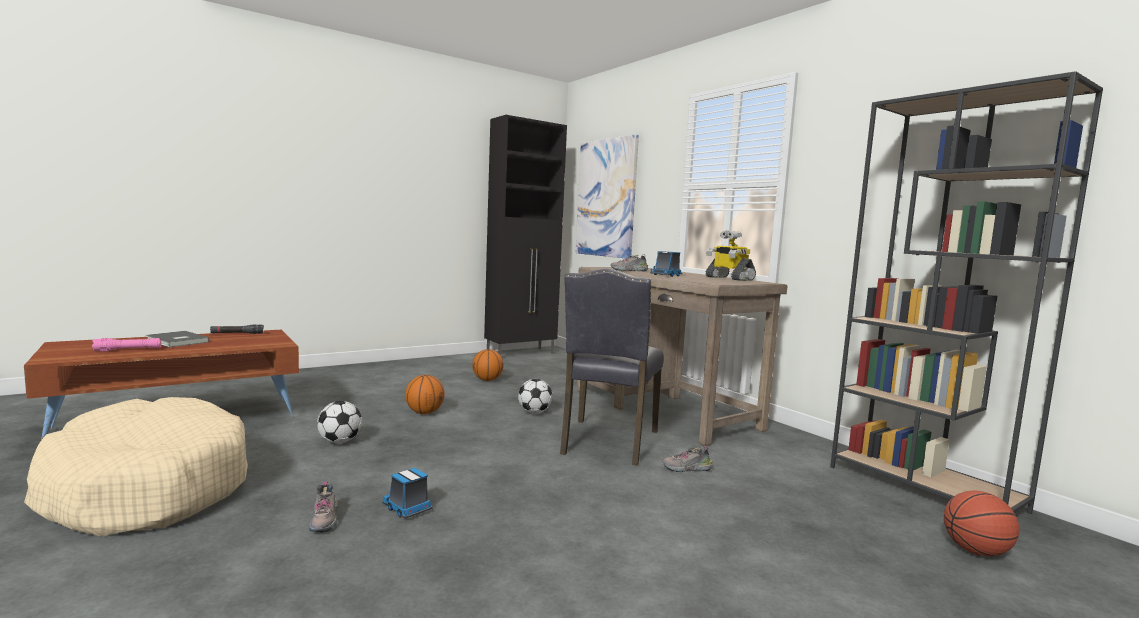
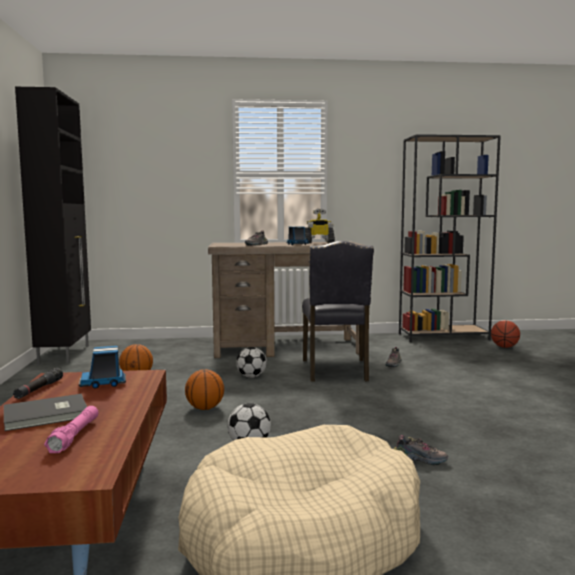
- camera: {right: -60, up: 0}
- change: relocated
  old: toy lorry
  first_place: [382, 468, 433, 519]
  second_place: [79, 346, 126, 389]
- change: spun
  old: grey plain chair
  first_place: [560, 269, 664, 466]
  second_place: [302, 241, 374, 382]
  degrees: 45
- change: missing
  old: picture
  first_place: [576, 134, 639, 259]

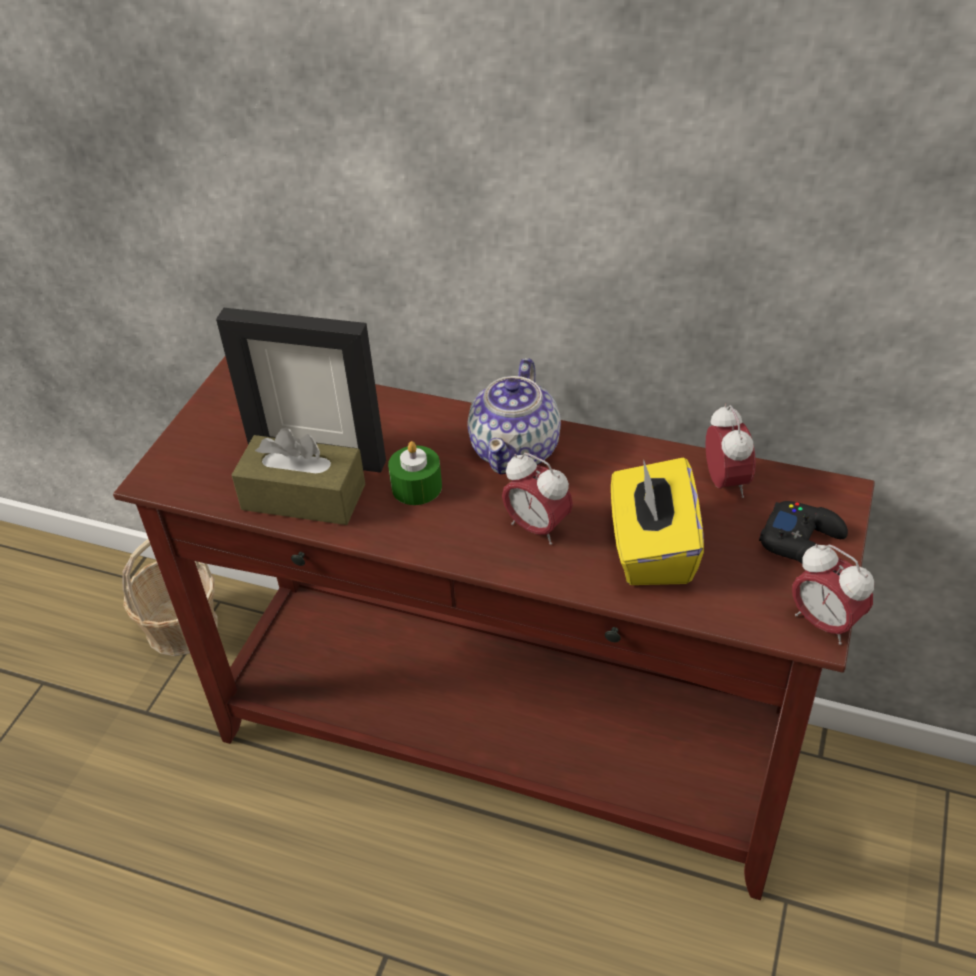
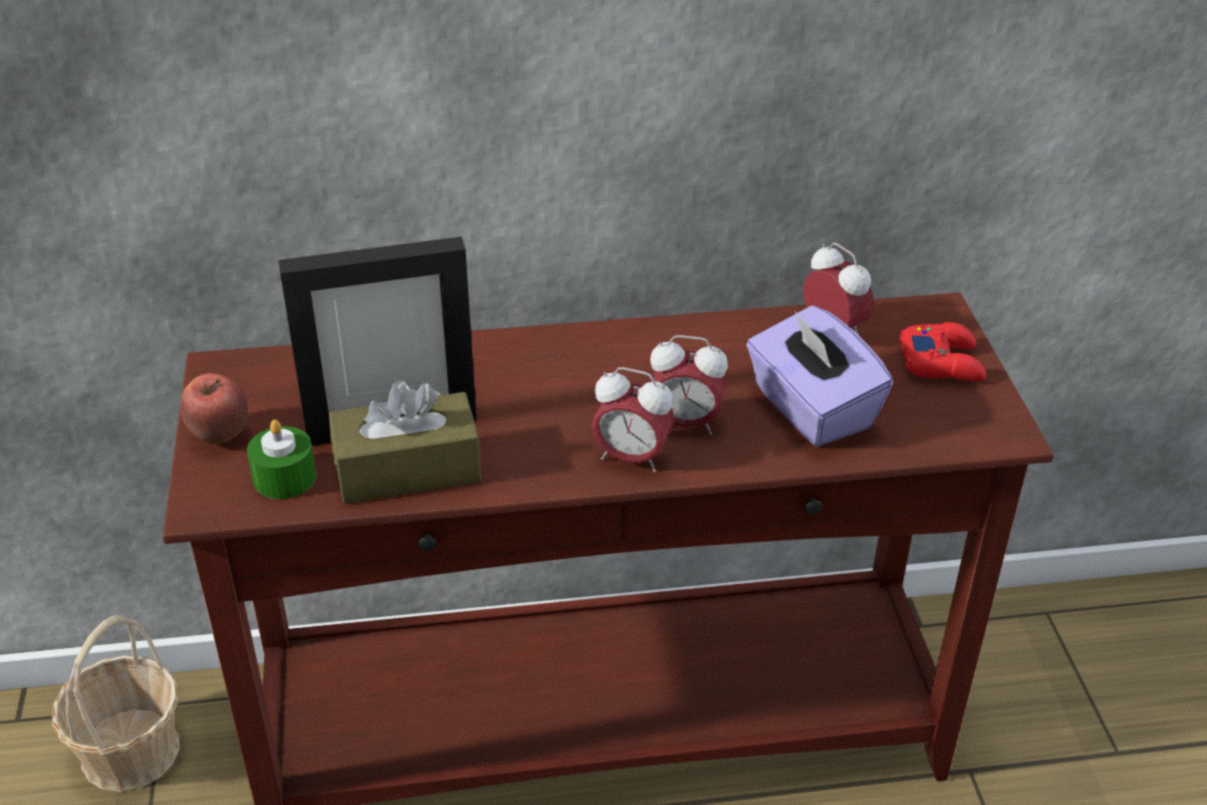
- camera: {right: -30, up: -5}
- change: appeared
  new: whole apple
  second_place: [180, 373, 248, 444]
- change: relocated
  old: green-coloured candle
  first_place: [388, 441, 442, 505]
  second_place: [247, 419, 316, 499]
- change: relocated
  old: alarm clock
  first_place: [792, 544, 874, 645]
  second_place: [592, 367, 674, 472]
- change: colour
  old: yellow tissue holder
  new: purple tissue holder
  first_place: [611, 457, 704, 585]
  second_place: [746, 306, 893, 447]
- change: colour
  old: black-coloured joypad
  new: red joypad
  first_place: [759, 501, 848, 564]
  second_place: [899, 322, 986, 382]
- change: missing
  old: tea pot
  first_place: [468, 358, 561, 474]

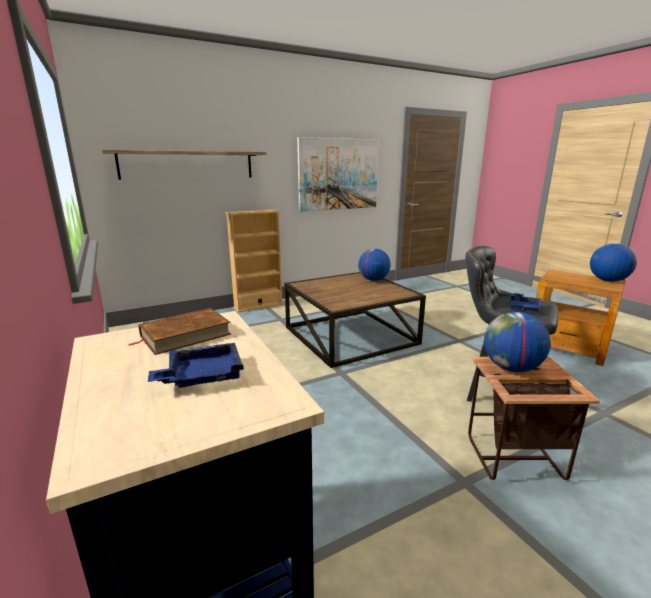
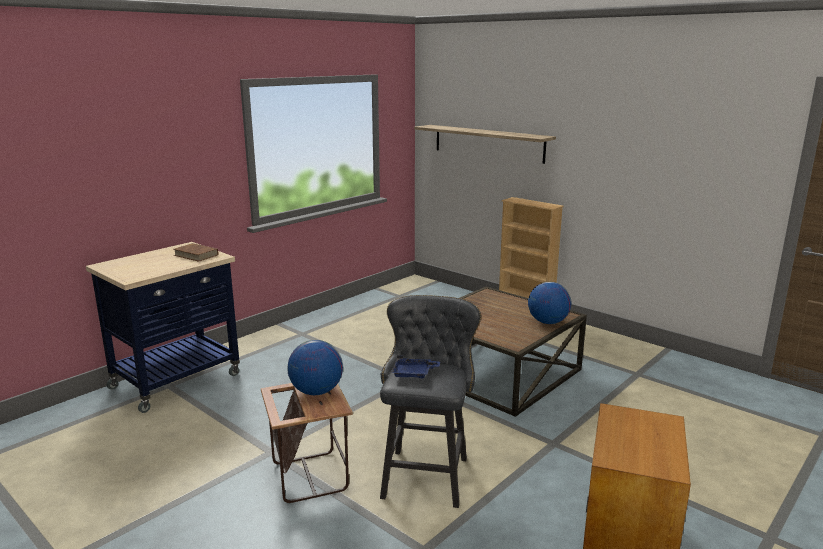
- camera: {right: 70, up: 0}
- change: missing
  old: bluish serving tray
  first_place: [148, 343, 244, 388]
- change: missing
  old: picture
  first_place: [297, 137, 379, 212]
- change: missing
  old: desk globe
  first_place: [590, 243, 637, 282]

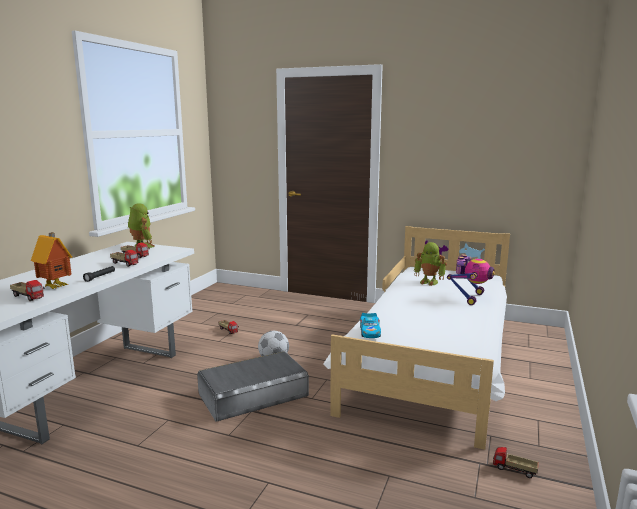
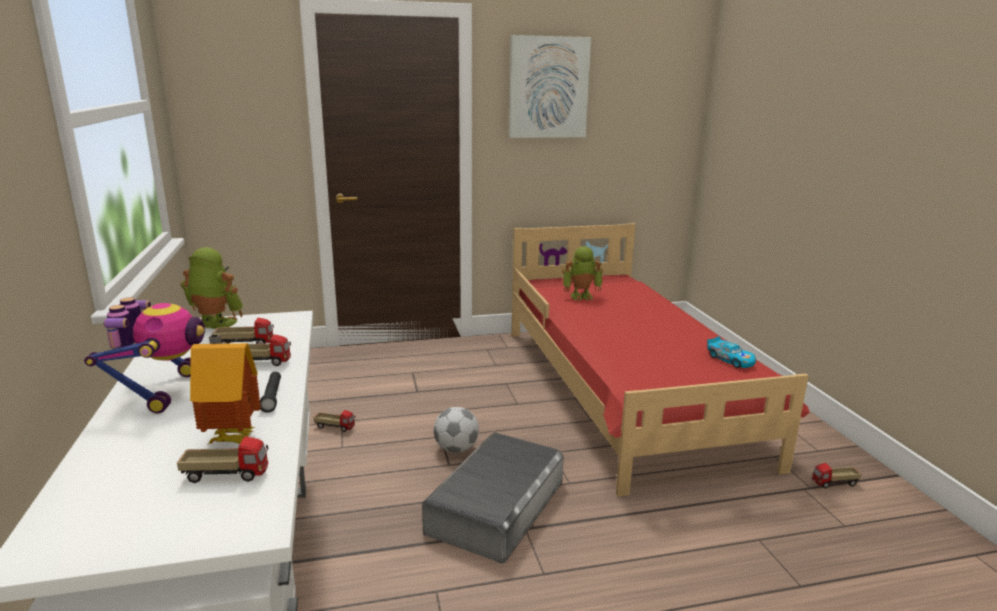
- camera: {right: -35, up: 5}
- change: relocated
  old: toy robot
  first_place: [447, 254, 495, 305]
  second_place: [84, 297, 205, 414]
- change: appeared
  new: picture
  second_place: [509, 35, 591, 138]
- change: colour
  old: whitish sleeping bed
  new: red sleeping bed
  first_place: [323, 226, 510, 450]
  second_place: [511, 223, 810, 497]
- change: relocated
  old: model car
  first_place: [360, 313, 381, 338]
  second_place: [707, 336, 756, 368]

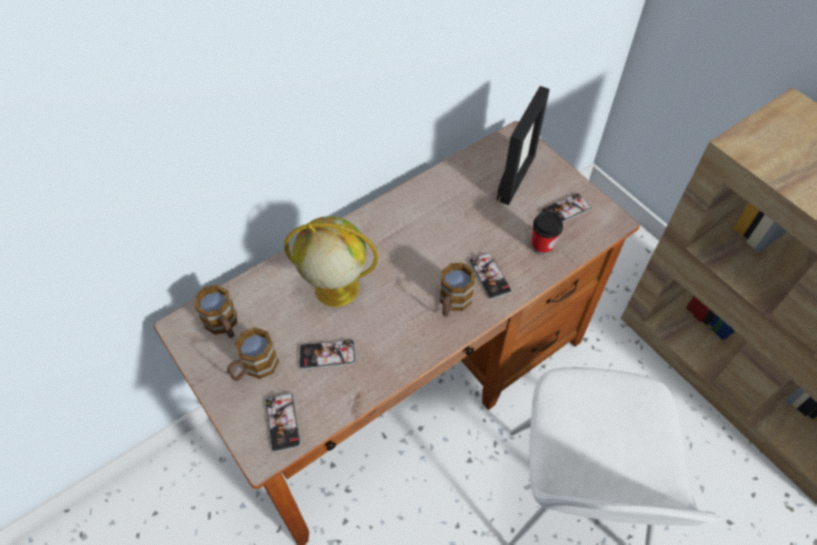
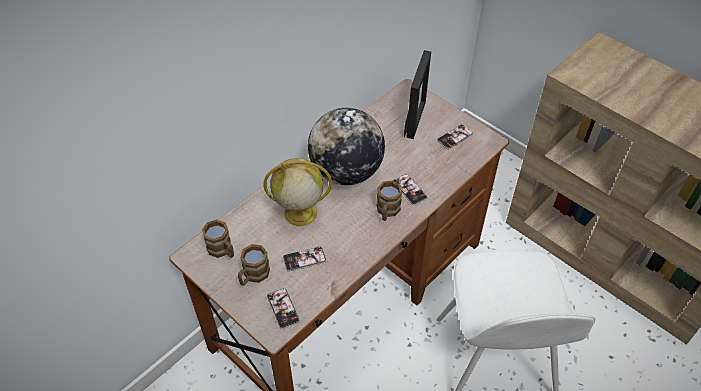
- camera: {right: -10, up: -5}
- change: appeared
  new: desk globe
  second_place: [308, 108, 385, 185]
- change: missing
  old: drinking cup
  first_place: [531, 211, 563, 255]

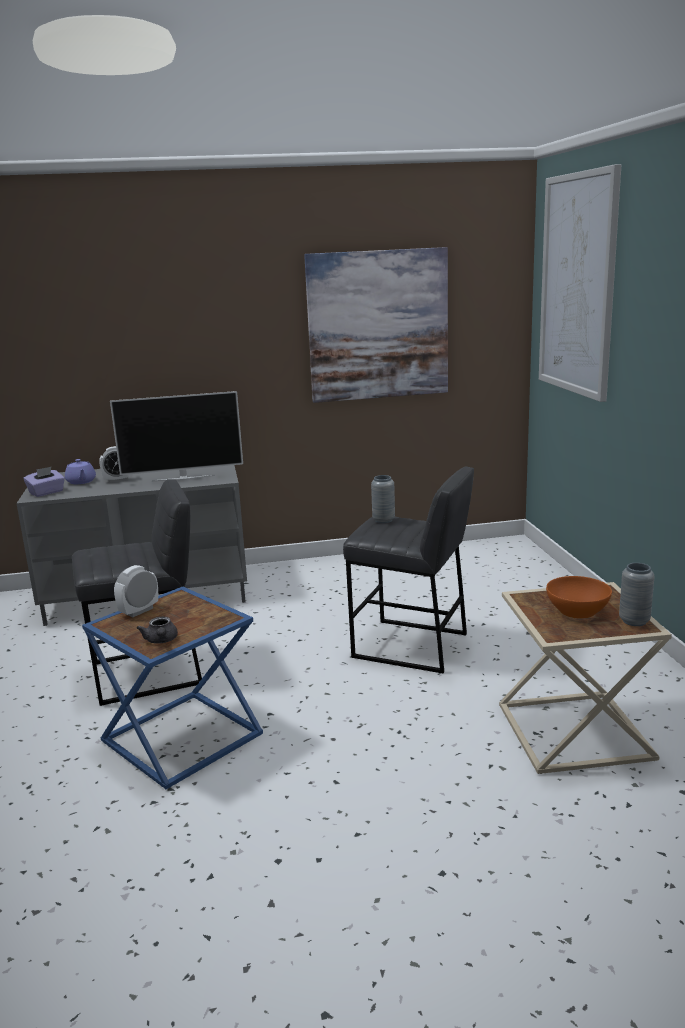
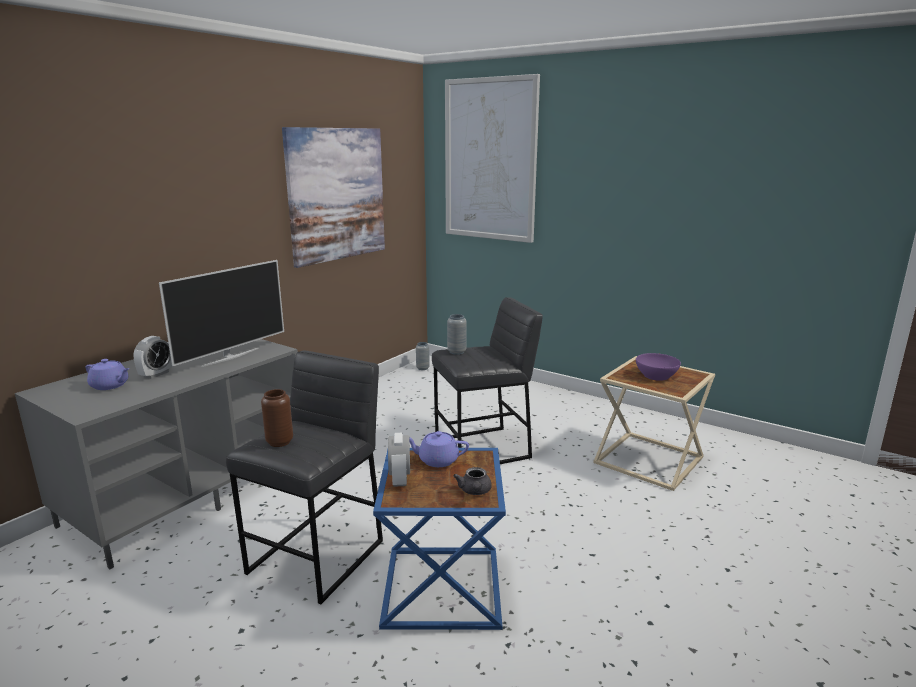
- camera: {right: -45, up: 0}
- change: appeared
  new: brown flower vase
  second_place: [261, 389, 293, 447]
- change: appeared
  new: purple tea pot
  second_place: [409, 431, 469, 467]
- change: relocated
  old: grey flower vase
  first_place: [619, 563, 654, 626]
  second_place: [416, 342, 430, 370]
- change: spun
  old: grey tea pot
  first_place: [137, 617, 178, 644]
  second_place: [453, 467, 492, 495]
  degrees: 60
- change: colour
  old: orange bowl
  new: purple bowl
  first_place: [546, 576, 612, 619]
  second_place: [636, 353, 681, 381]
- change: missing
  old: purple tissue holder
  first_place: [24, 467, 65, 497]

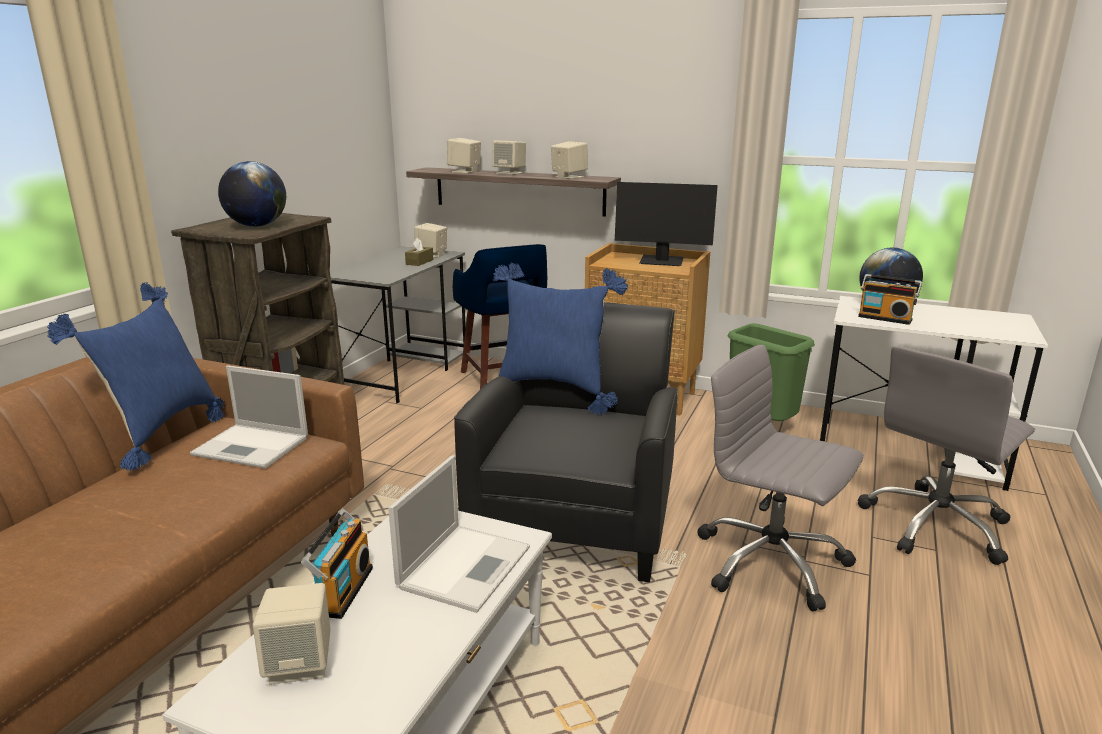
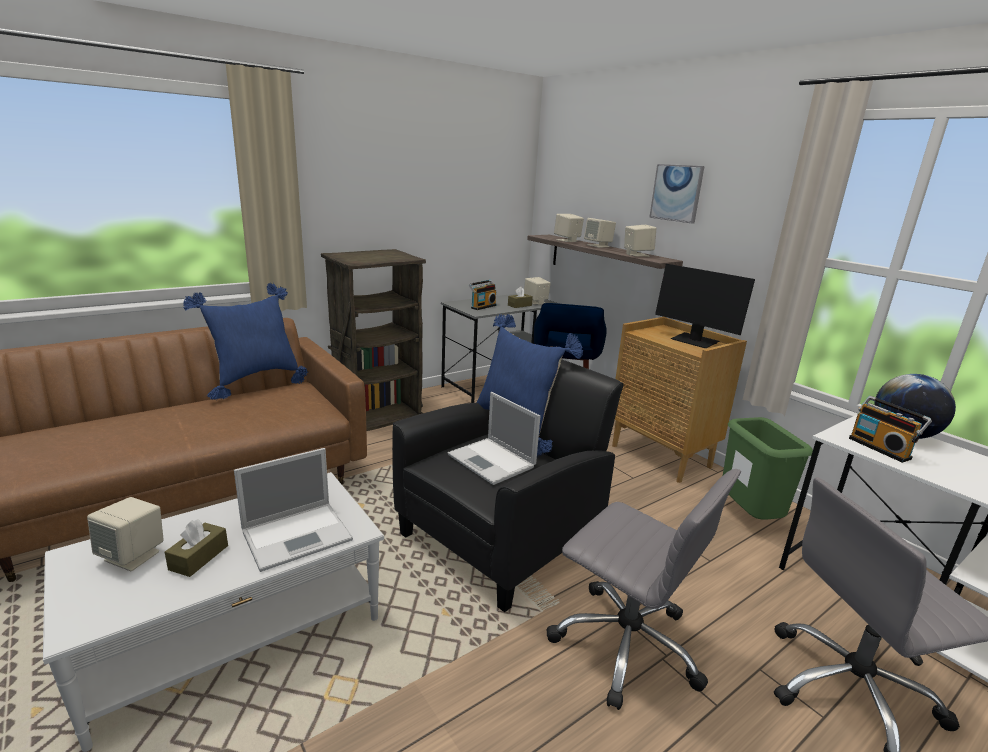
- camera: {right: 30, up: 0}
- change: appeared
  new: brown tissue holder
  second_place: [165, 519, 228, 577]
- change: relocated
  old: notebook computer
  first_place: [190, 365, 308, 468]
  second_place: [448, 392, 540, 485]
- change: relocated
  old: radio set
  first_place: [301, 509, 373, 619]
  second_place: [469, 280, 496, 310]
- change: spun
  old: grey office chair
  first_place: [697, 345, 864, 612]
  second_place: [547, 469, 741, 710]
  degrees: 150
- change: appeared
  new: picture
  second_place: [649, 164, 705, 224]
- change: missing
  old: desk globe
  first_place: [218, 161, 286, 227]

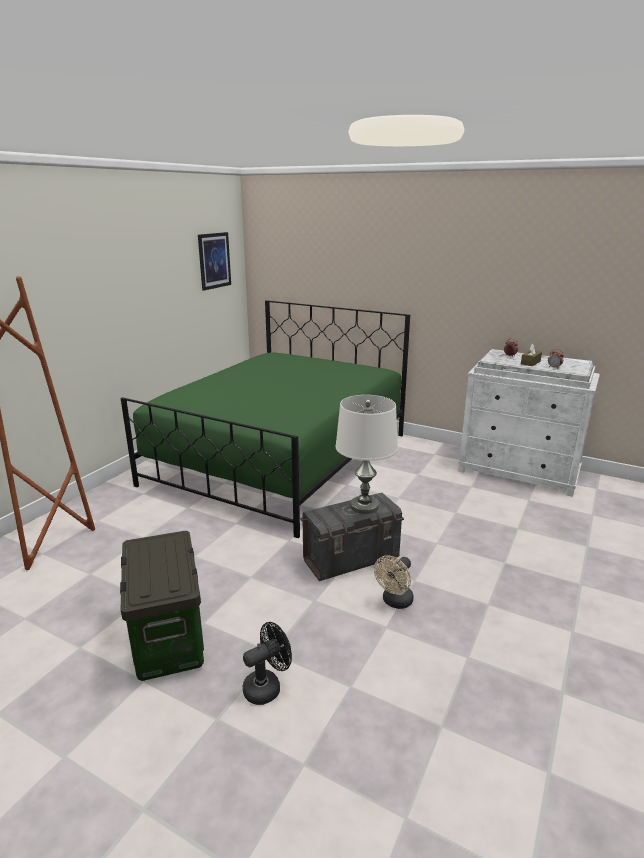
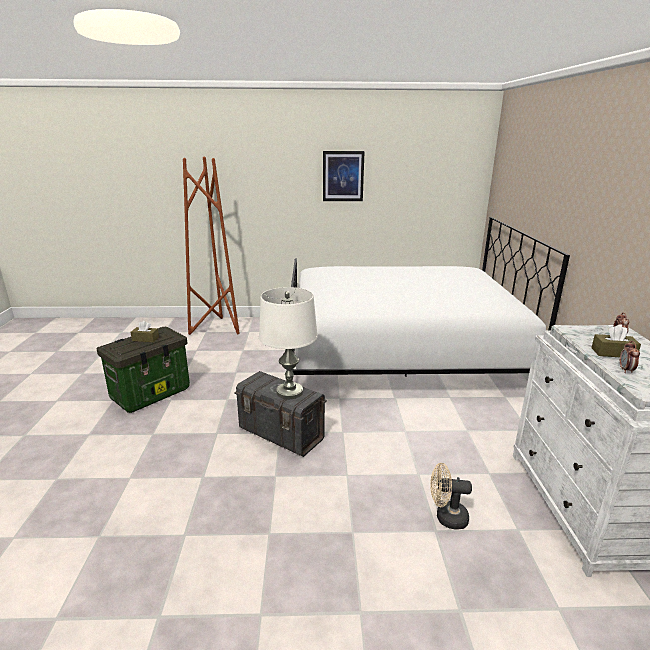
- camera: {right: 60, up: 0}
- change: appeared
  new: brown tissue holder
  second_place: [131, 321, 159, 342]
- change: colour
  old: green-coloured sleeping bed
  new: whitish sleeping bed
  first_place: [121, 300, 410, 538]
  second_place: [291, 217, 570, 377]
- change: relocated
  old: picture
  first_place: [198, 232, 231, 290]
  second_place: [323, 151, 365, 201]
- change: relocated
  old: beige electric fan
  first_place: [374, 555, 414, 609]
  second_place: [430, 463, 472, 530]
- change: missing
  old: black-coloured electric fan
  first_place: [243, 622, 292, 705]

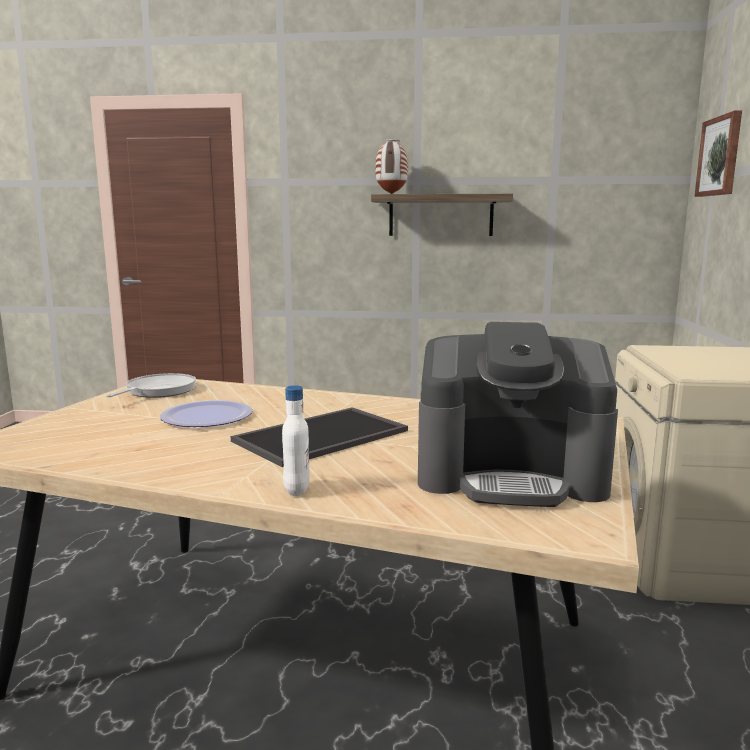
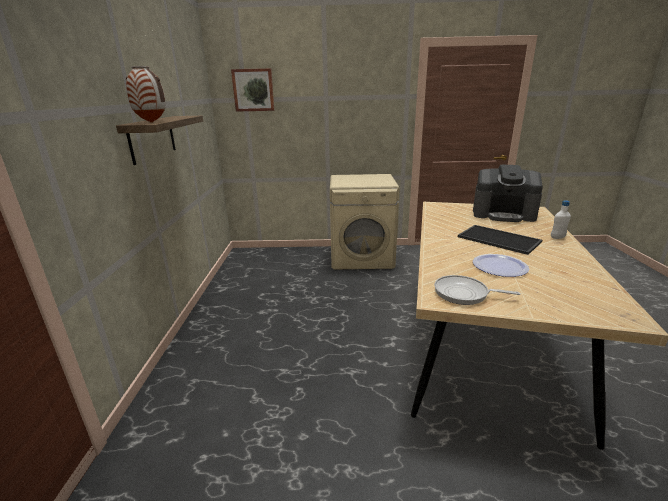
- camera: {right: -95, up: 10}
- change: spun
  old: coffee maker
  first_place: [418, 322, 618, 507]
  second_place: [473, 165, 543, 222]
  degrees: 105

